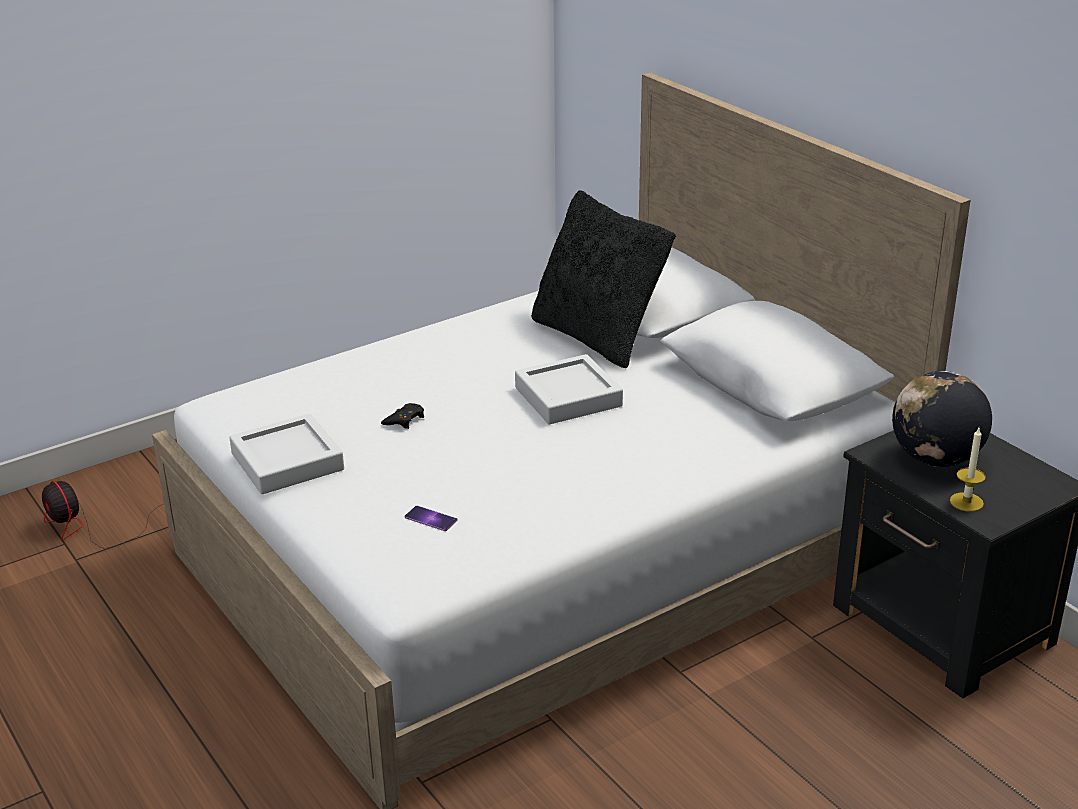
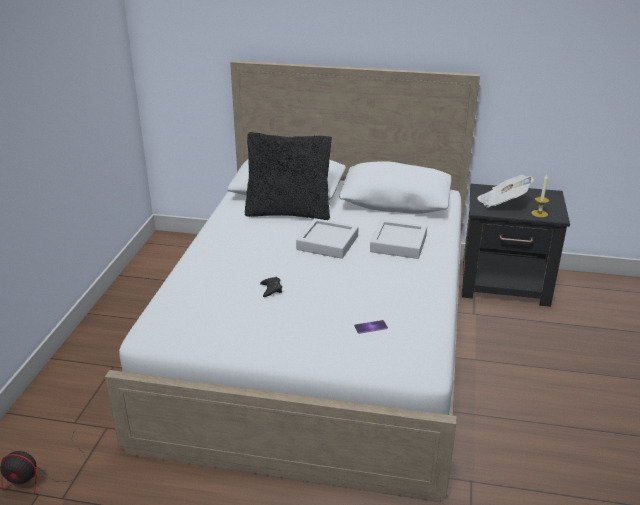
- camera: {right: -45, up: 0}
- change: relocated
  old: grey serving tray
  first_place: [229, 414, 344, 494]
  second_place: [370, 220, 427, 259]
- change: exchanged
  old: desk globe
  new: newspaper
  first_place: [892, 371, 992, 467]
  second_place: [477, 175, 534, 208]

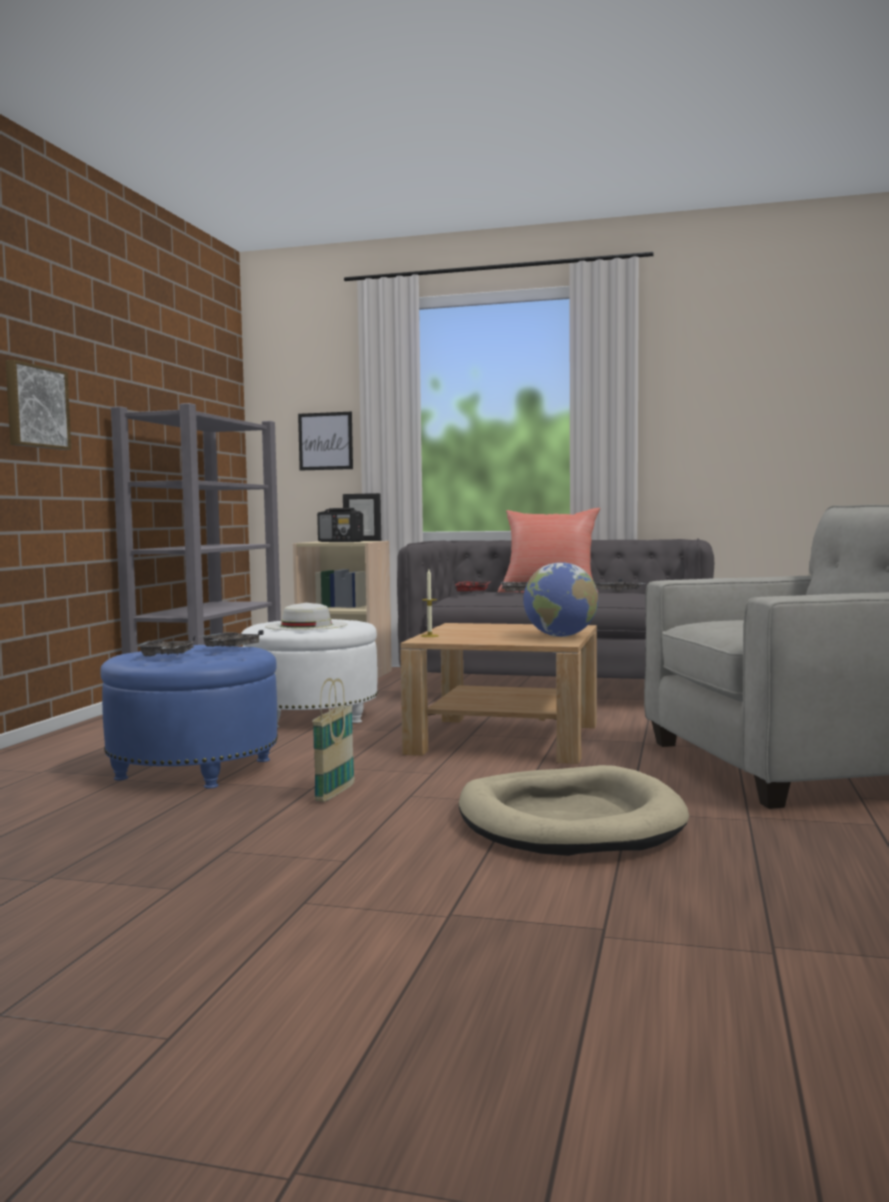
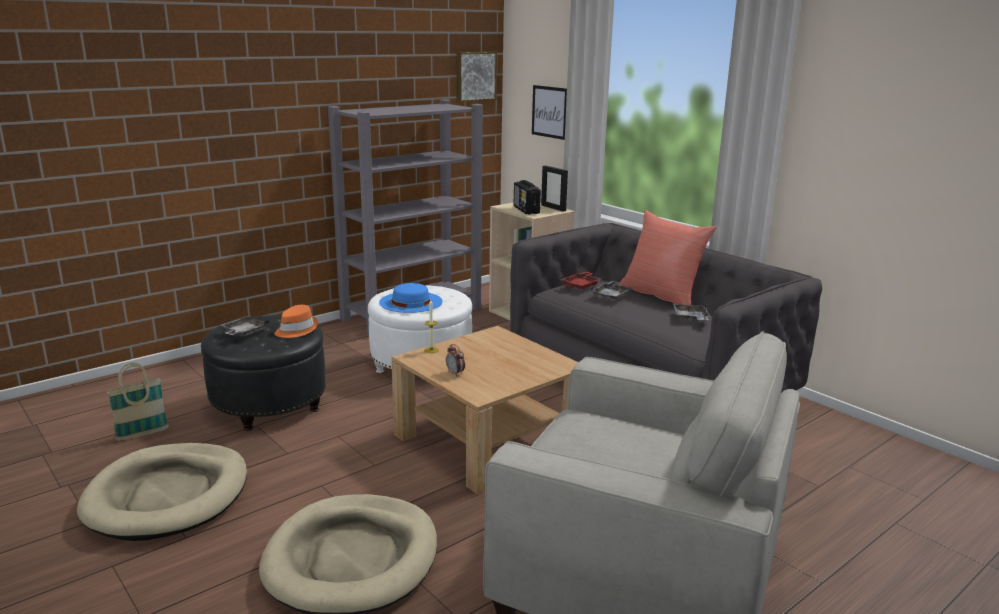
- camera: {right: 35, up: 15}
- change: appeared
  new: beige pet bed
  second_place: [77, 443, 247, 541]
- change: relocated
  old: storage basket
  first_place: [312, 678, 355, 802]
  second_place: [107, 363, 169, 441]
- change: colour
  old: bluish footrest
  new: black-coloured footrest
  first_place: [100, 645, 278, 788]
  second_place: [201, 315, 326, 431]
- change: exchanged
  old: grey serving tray
  new: orange clothing hat
  first_place: [197, 630, 264, 647]
  second_place: [275, 305, 318, 338]
- change: colour
  old: whitish clothing hat
  new: bluish clothing hat
  first_place: [265, 603, 348, 630]
  second_place: [379, 283, 443, 313]
- change: appeared
  new: alarm clock
  second_place: [446, 344, 465, 376]
- change: relocated
  old: picture
  first_place: [6, 360, 71, 450]
  second_place: [456, 52, 497, 102]
- change: missing
  old: desk globe
  first_place: [523, 562, 598, 637]

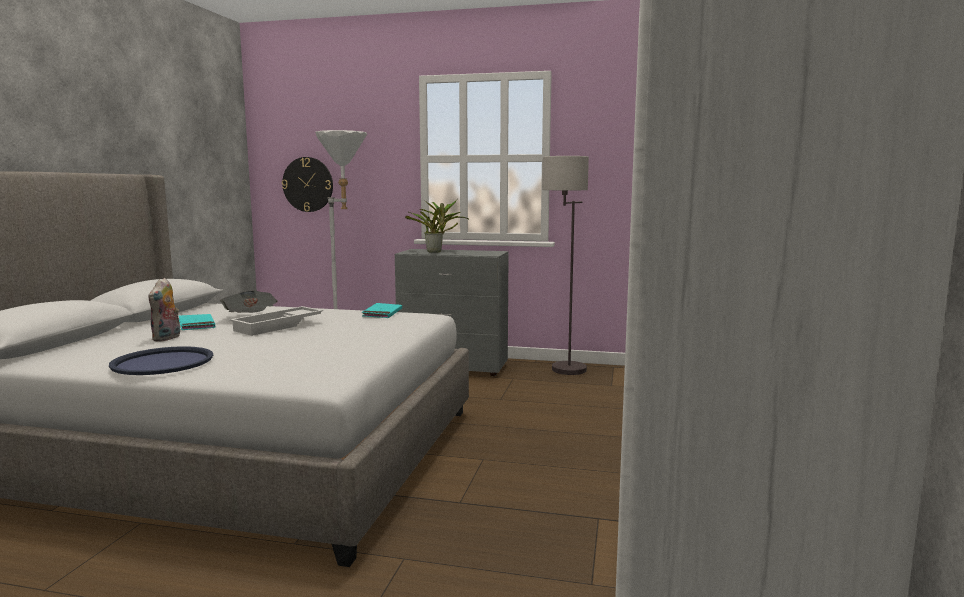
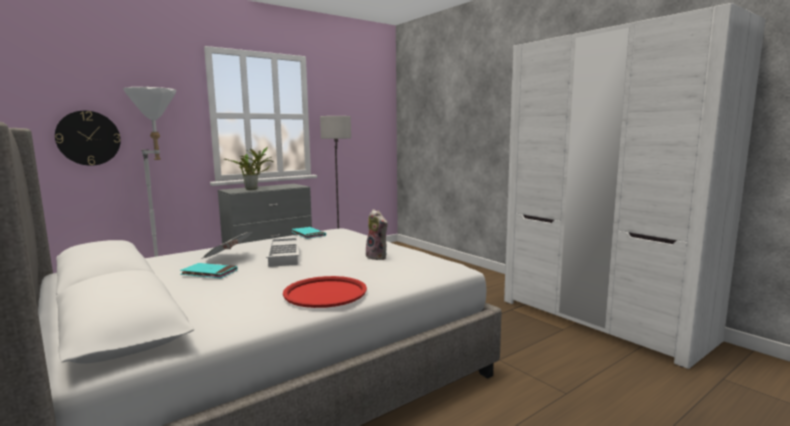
- camera: {right: -50, up: 0}
- change: colour
  old: bluish serving tray
  new: red serving tray
  first_place: [109, 346, 213, 375]
  second_place: [283, 276, 367, 308]
- change: relocated
  old: cuddly toy
  first_place: [149, 278, 180, 342]
  second_place: [366, 209, 388, 260]

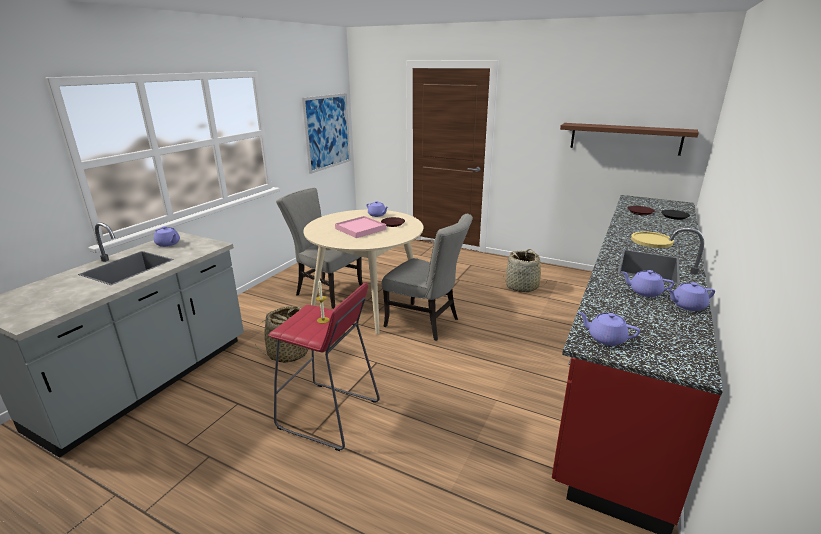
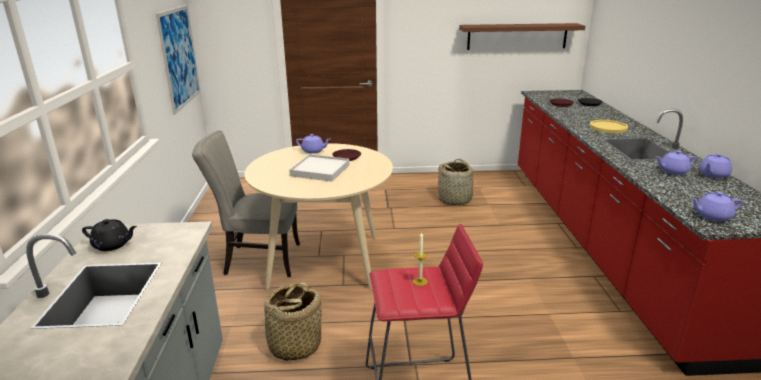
- camera: {right: -30, up: 0}
- change: colour
  old: purple tea pot
  new: black-coloured tea pot
  first_place: [154, 226, 180, 247]
  second_place: [82, 219, 137, 251]
- change: colour
  old: pinkish serving tray
  new: whitish serving tray
  first_place: [335, 216, 386, 238]
  second_place: [289, 154, 350, 182]
- change: missing
  old: grey plain chair
  first_place: [382, 214, 473, 341]

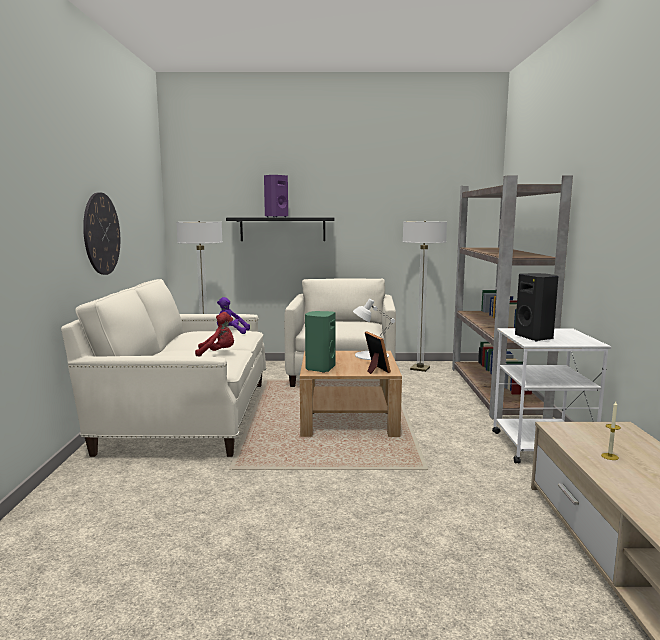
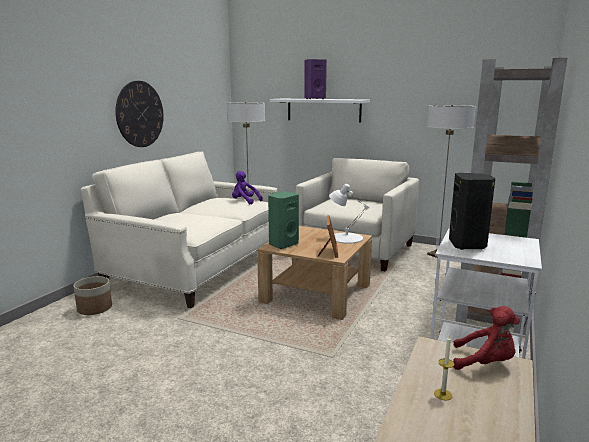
- camera: {right: 25, up: 5}
- change: appeared
  new: planter
  second_place: [73, 276, 112, 315]
- change: colour
  old: black-coloured wall shelf
  new: whitish wall shelf
  first_place: [226, 217, 334, 241]
  second_place: [270, 99, 370, 123]
- change: relocated
  old: red cuddly toy
  first_place: [195, 312, 234, 356]
  second_place: [453, 306, 520, 370]

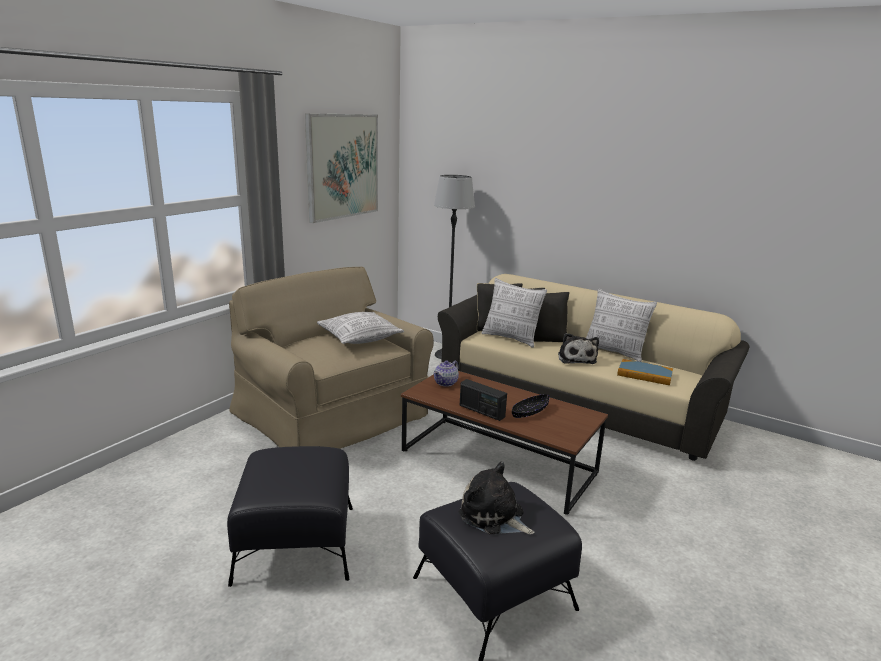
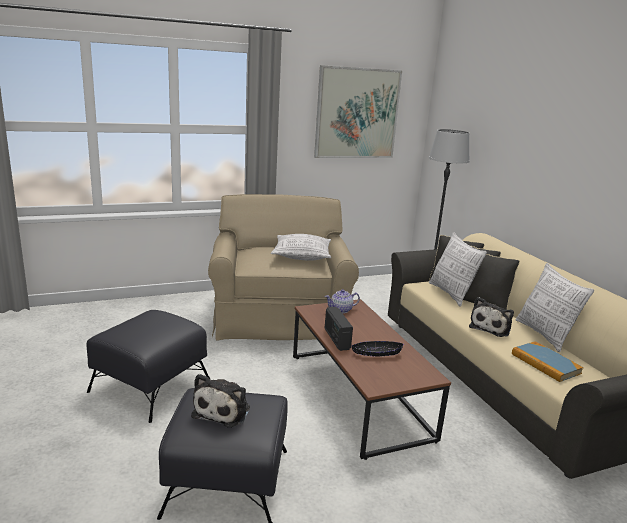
- camera: {right: 35, up: 0}
- change: spun
  old: cuddly toy
  first_place: [458, 462, 534, 535]
  second_place: [191, 374, 250, 427]
  degrees: -150

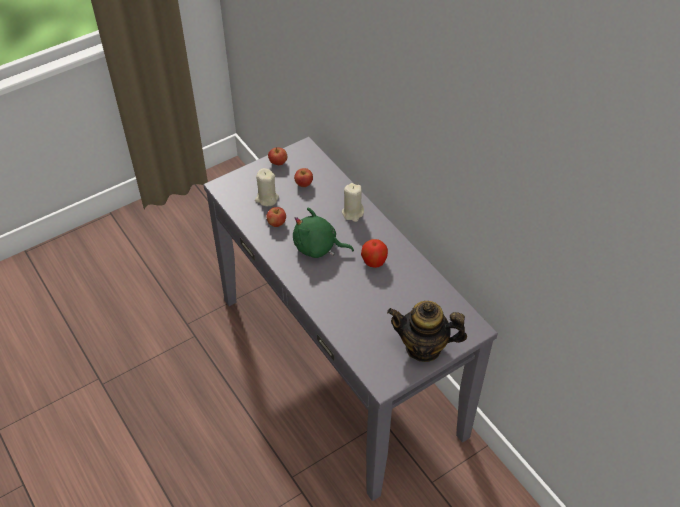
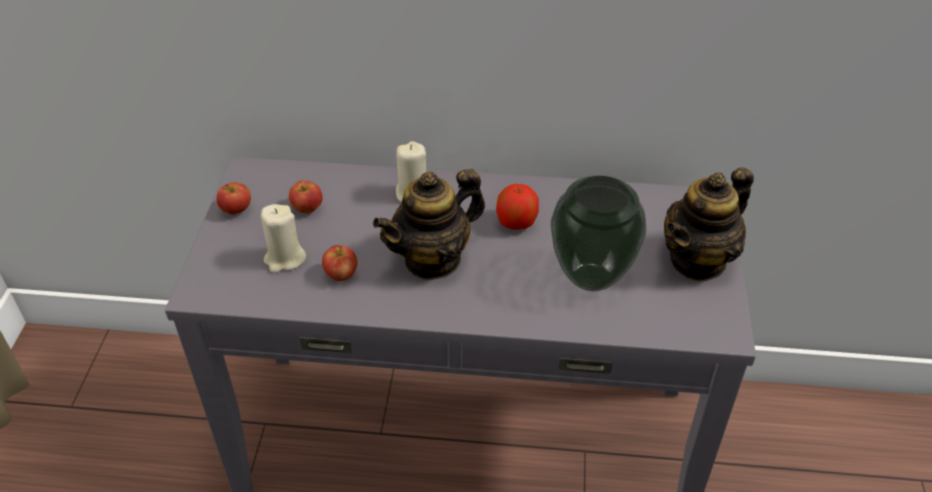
- camera: {right: -50, up: -5}
- change: exchanged
  old: green-coloured cuddly toy
  new: tea pot
  first_place: [293, 208, 354, 258]
  second_place: [373, 169, 485, 280]
- change: appeared
  new: flower vase
  second_place: [551, 175, 647, 291]

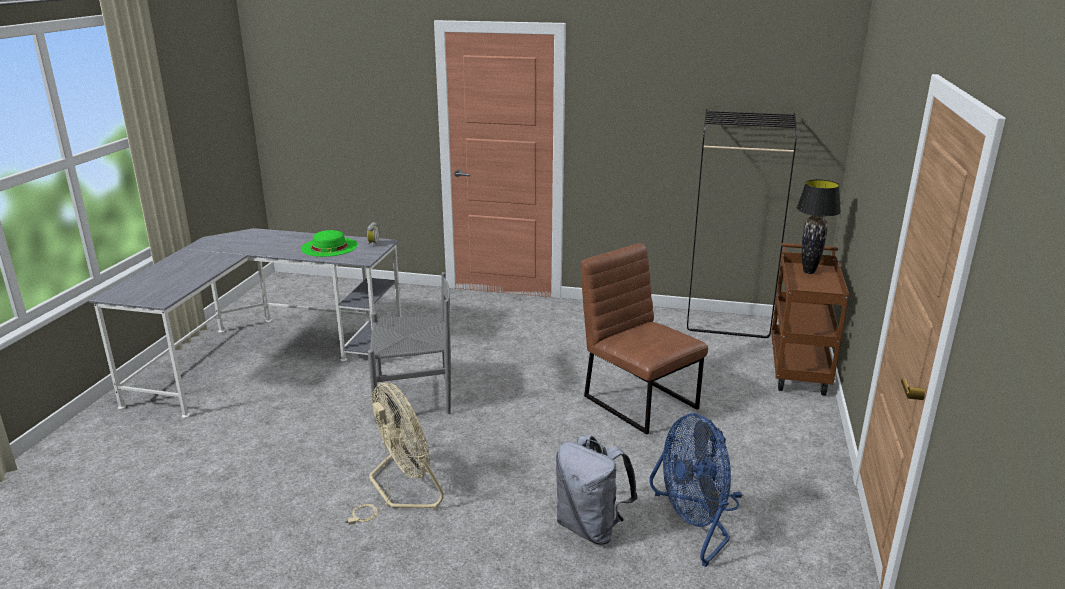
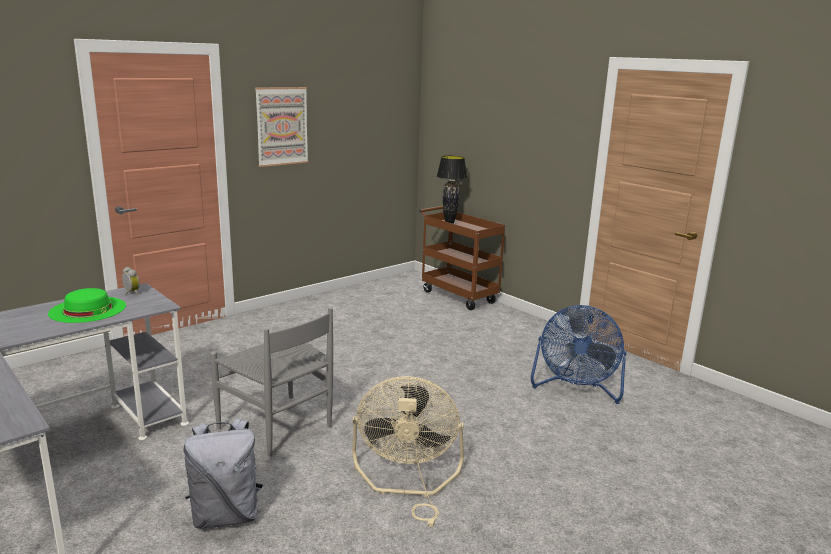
- camera: {right: -55, up: -5}
- change: relocated
  old: grey backpack
  first_place: [556, 436, 638, 545]
  second_place: [183, 419, 263, 529]
- change: spun
  old: grey plain chair
  first_place: [368, 272, 451, 423]
  second_place: [210, 307, 333, 457]
  degrees: 105
- change: appeared
  new: picture
  second_place: [255, 87, 308, 167]
- change: missing
  old: brown plain chair
  first_place: [581, 243, 708, 435]
- change: missing
  old: black-coloured garment stand
  first_place: [687, 109, 797, 338]

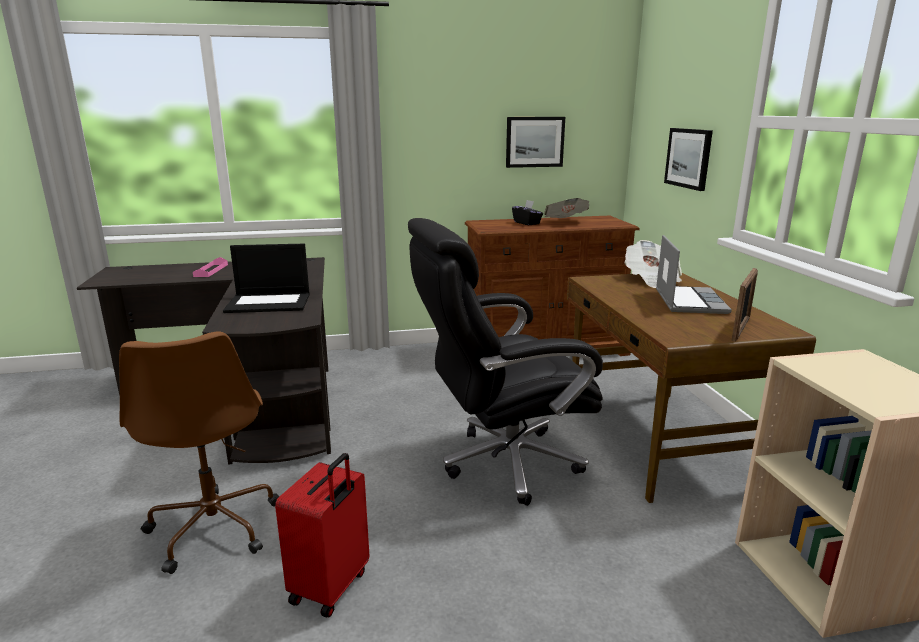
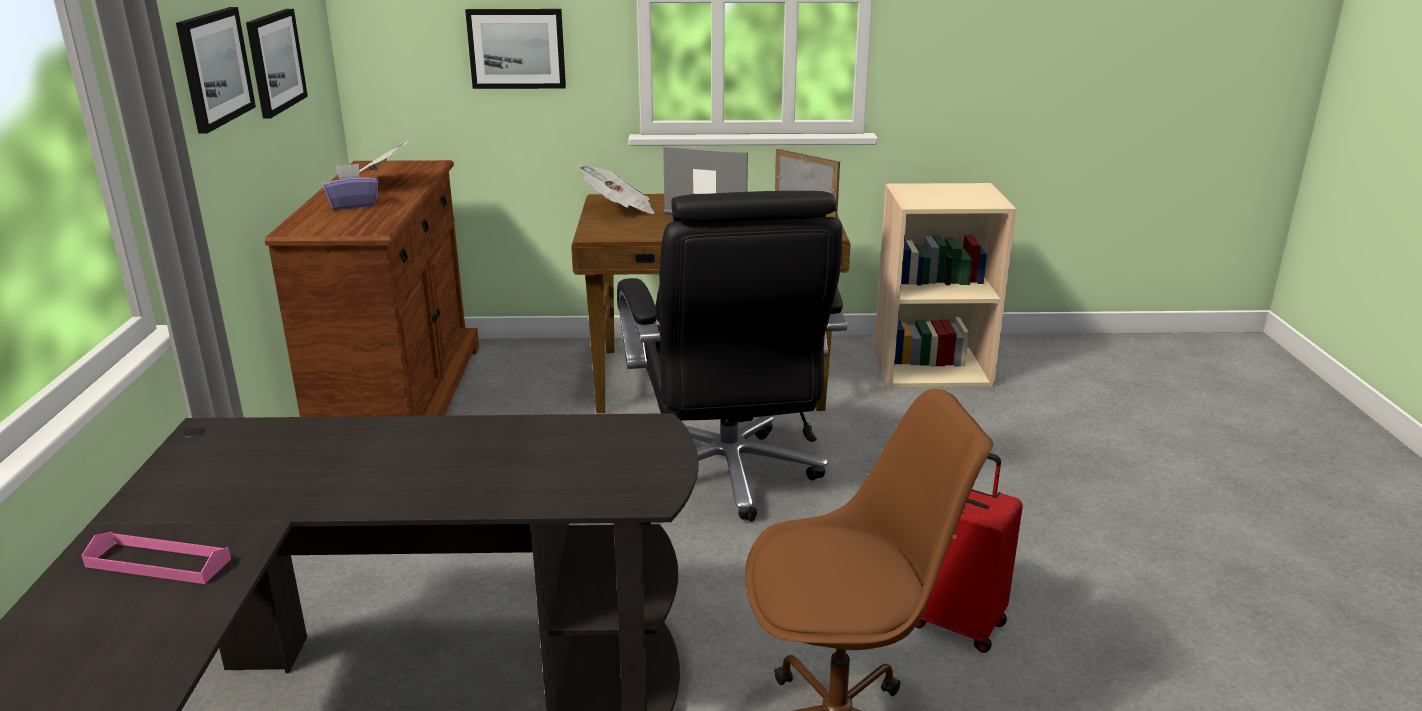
- camera: {right: -80, up: 5}
- change: appeared
  new: picture
  second_place: [176, 7, 256, 133]
- change: colour
  old: black-coloured tissue holder
  new: purple tissue holder
  first_place: [512, 200, 543, 225]
  second_place: [323, 163, 378, 210]
- change: missing
  old: notebook computer
  first_place: [223, 244, 310, 313]

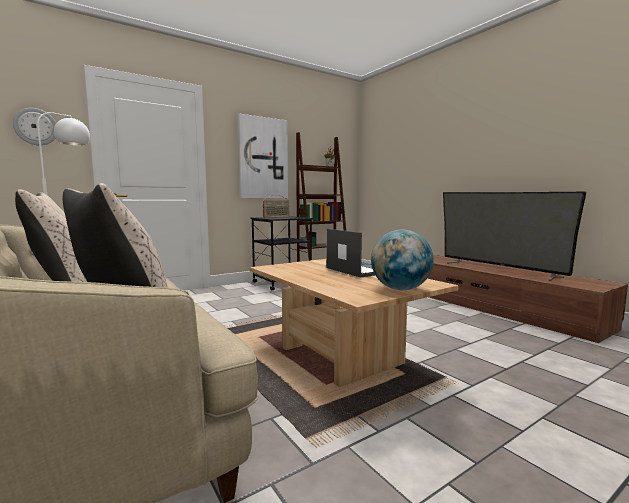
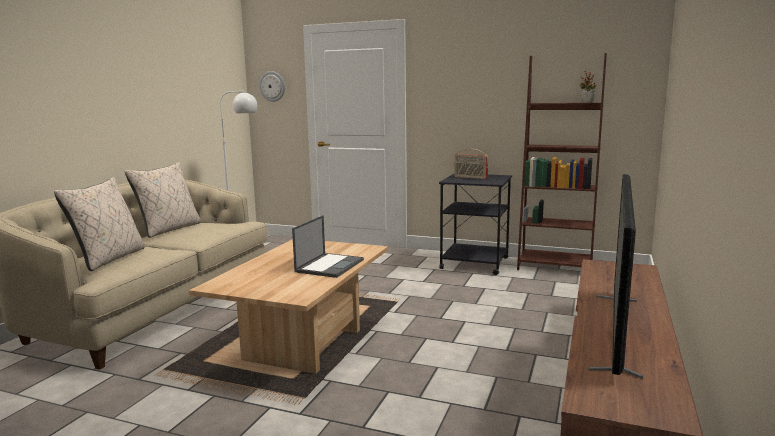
- camera: {right: 55, up: 5}
- change: missing
  old: picture
  first_place: [238, 114, 288, 199]
- change: missing
  old: desk globe
  first_place: [371, 230, 434, 290]

